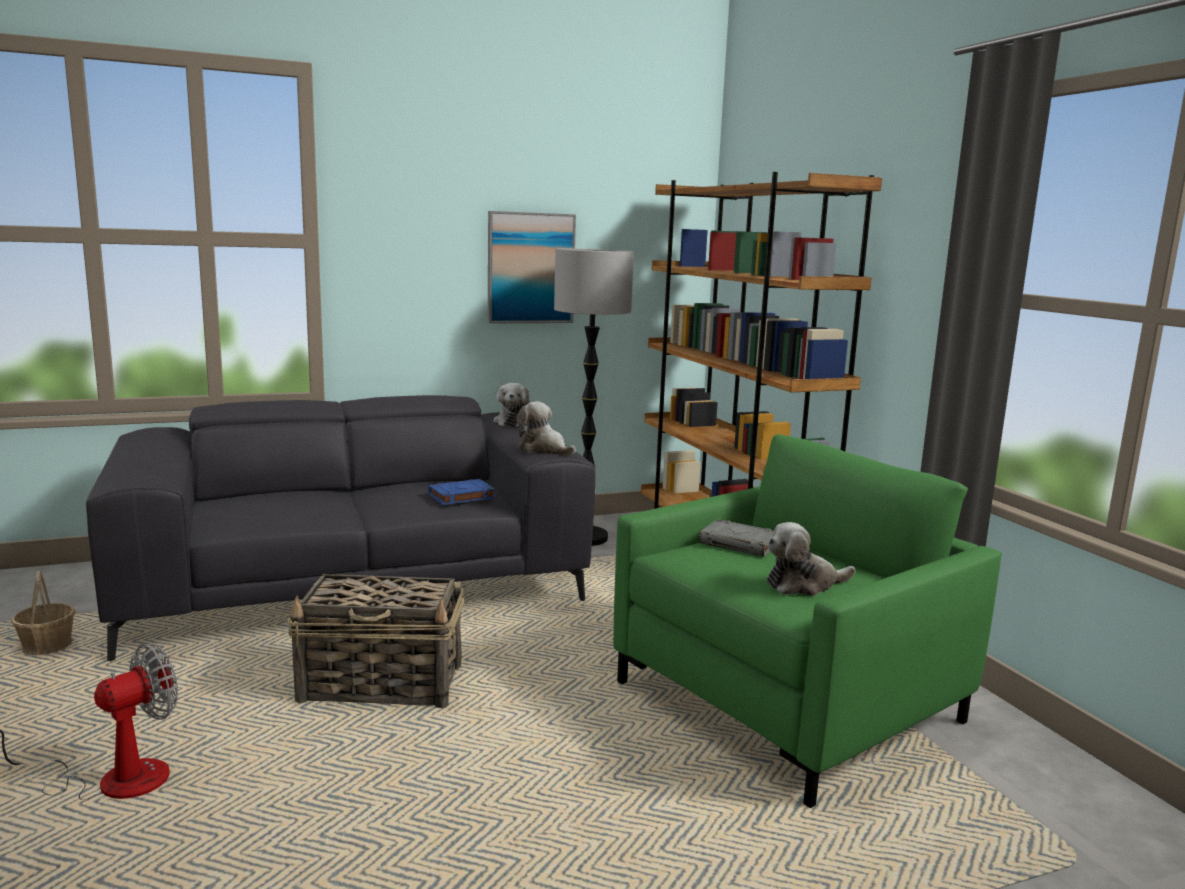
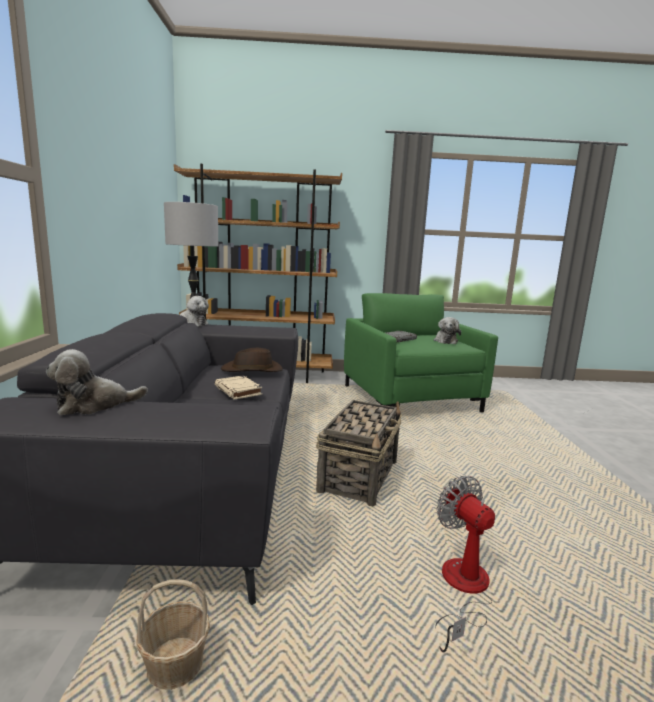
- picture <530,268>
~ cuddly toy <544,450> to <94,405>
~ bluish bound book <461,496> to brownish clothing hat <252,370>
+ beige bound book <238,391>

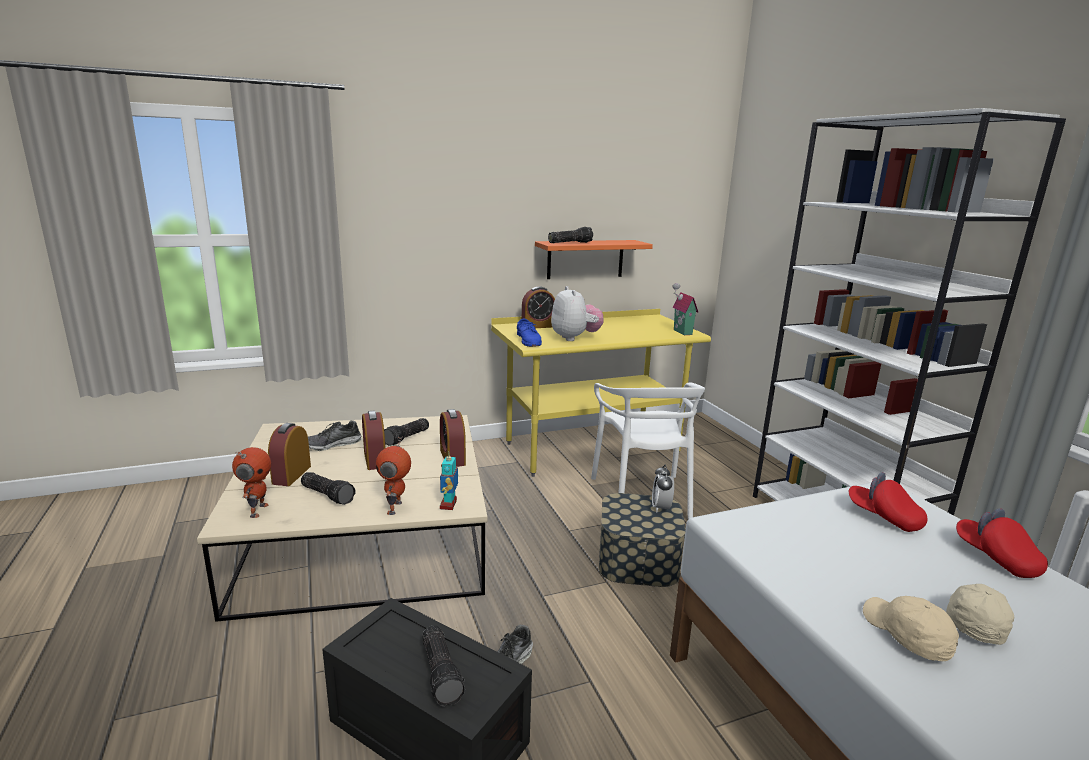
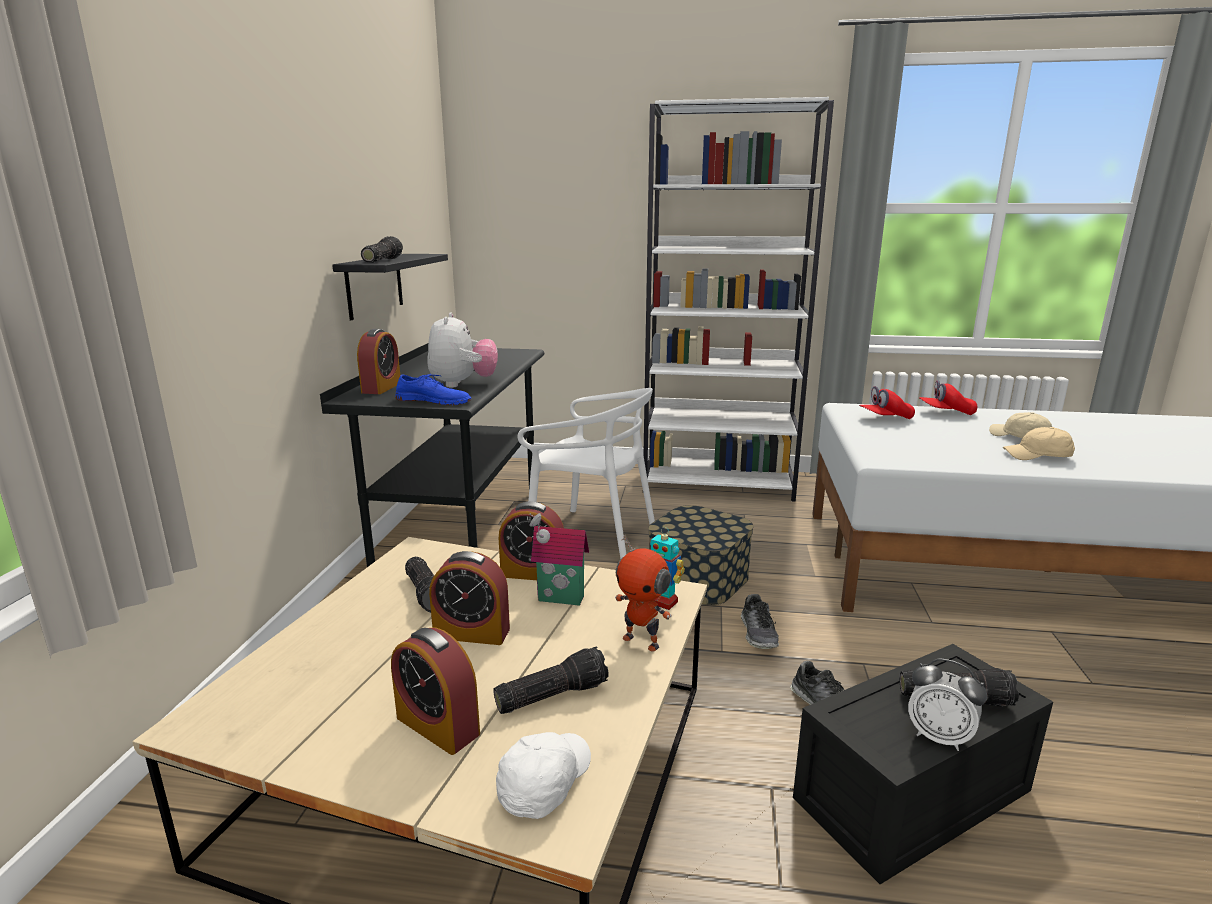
~ orange-coloured bracket shelf <585,259> to black-coloured bracket shelf <374,285>
~ toy house <681,332> to <560,600>
~ cuddly toy <575,338> = <463,384> 75 degrees clockwise
~ yellow-coloured desk unit <592,448> to black-coloured desk unit <461,530>
~ low shoe <333,444> to <758,633>
~ robot figure <257,510> to whitish peaked cap <544,782>
~ table clock <661,508> to <939,736>

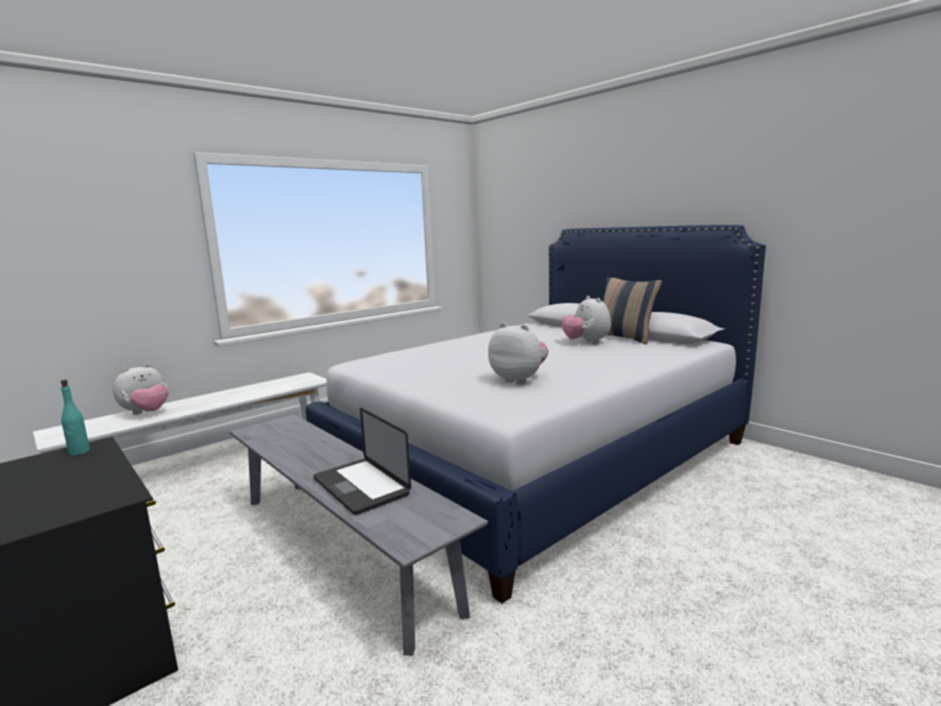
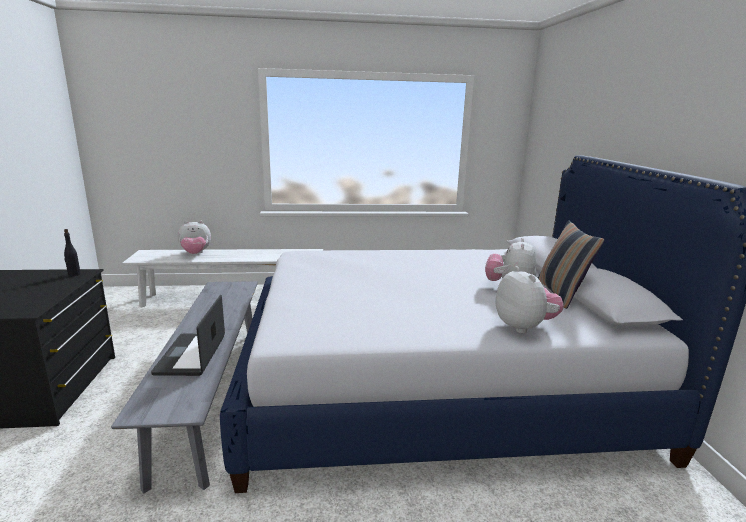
~ cuddly toy <519,380> to <524,327>
~ blue-green bottle <79,452> to black-coloured bottle <74,274>

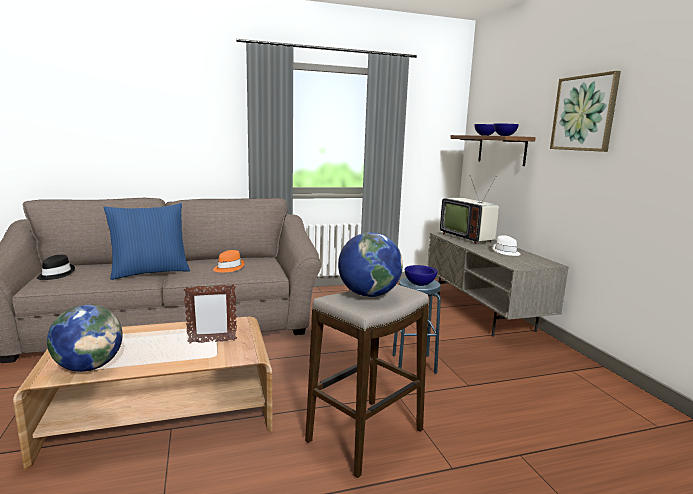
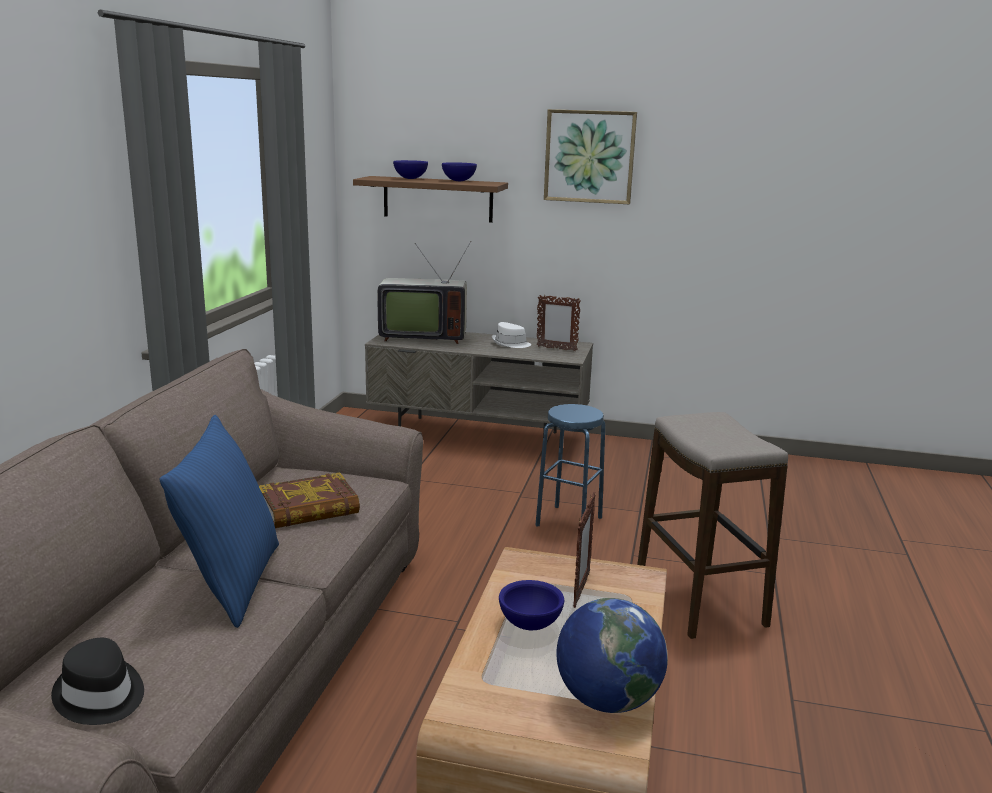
- desk globe <368,295>
~ orange-coloured clothing hat <228,268> to bound book <309,508>
~ bluish bowl <420,284> to <529,623>
+ standing frame <556,349>

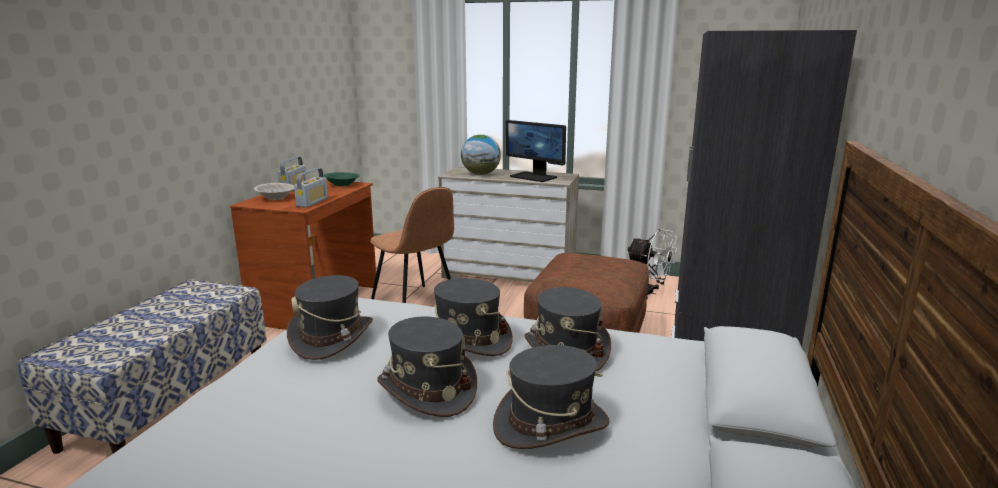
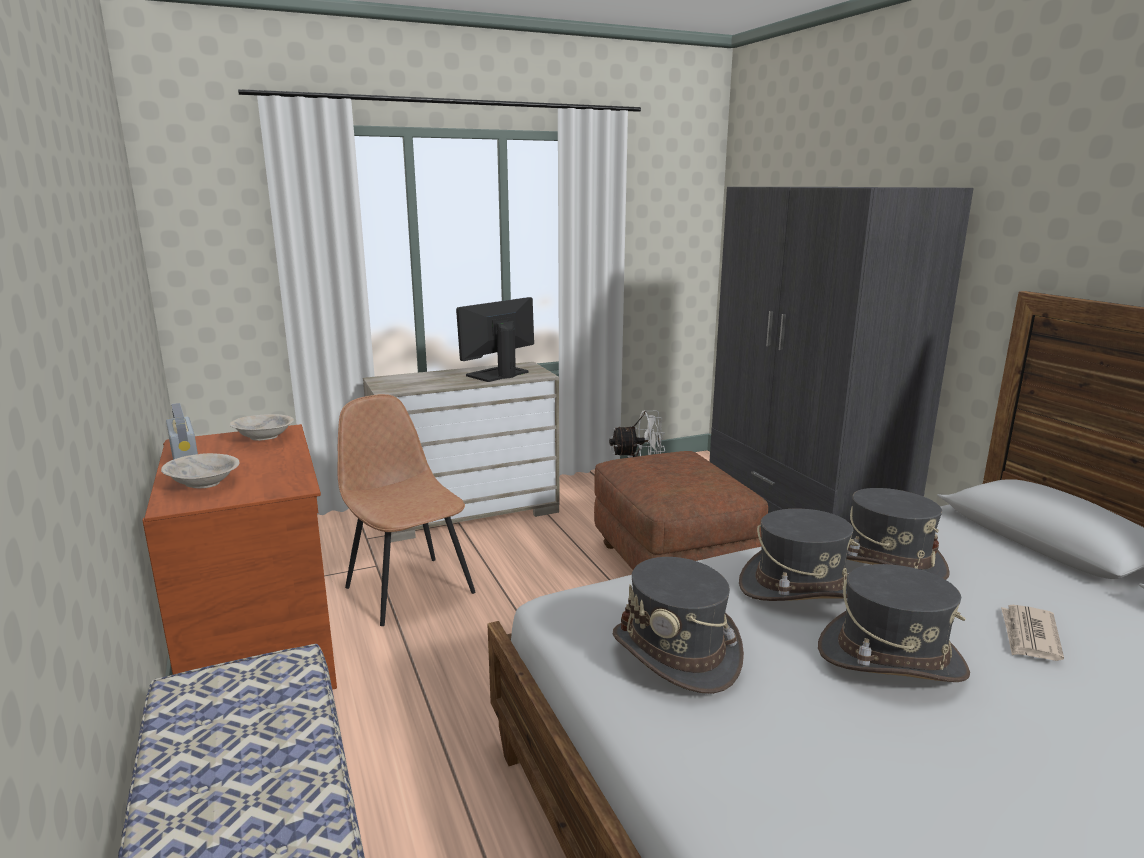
~ computer screen <534,177> = <498,374> 135 degrees clockwise
- desk globe <481,174>
- radio <312,202>
~ green-coloured bowl <342,185> to beige bowl <263,438>
~ brownish chair <415,303> = <408,588> 135 degrees counterclockwise
~ gray clothing hat <551,425> to newspaper <1029,636>

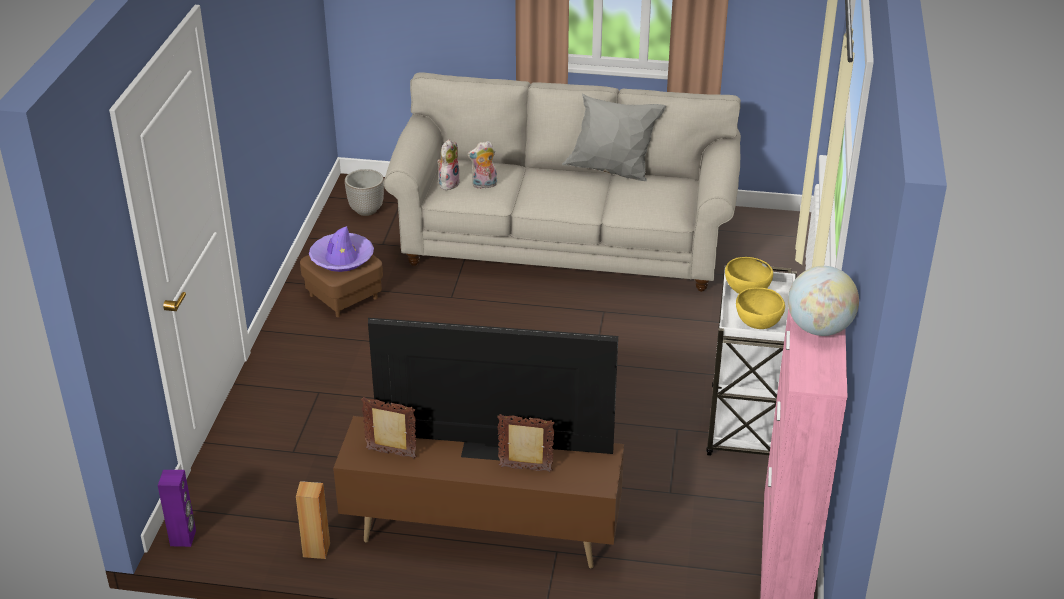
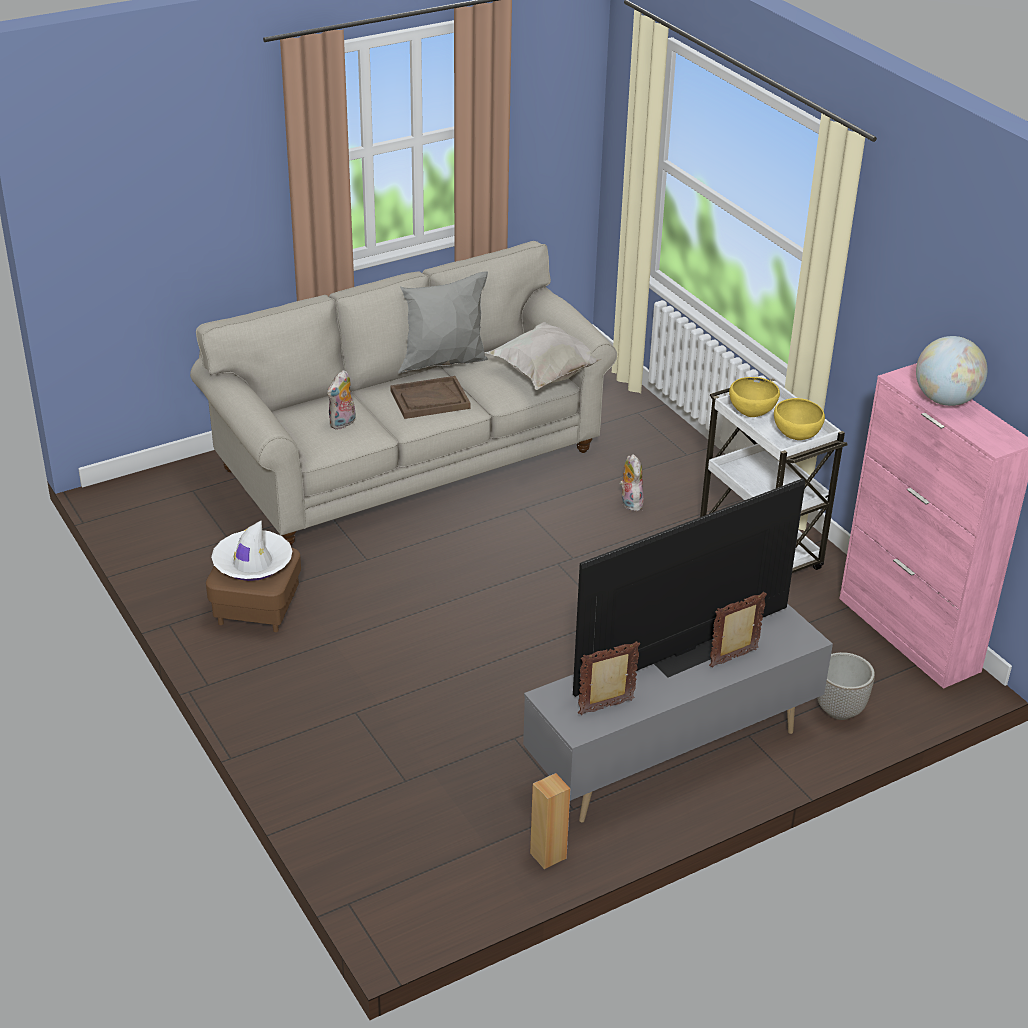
~ cuddly toy <448,183> to <629,502>
~ plant pot <367,210> to <839,709>
~ purple-coloured clothing hat <342,258> to whitish clothing hat <252,563>
~ brownish tv stand <481,534> to gray tv stand <671,757>
- purple-coloured loudspeaker <183,538>
+ whitish pillow <545,375>
+ brownish carrying tray <430,400>

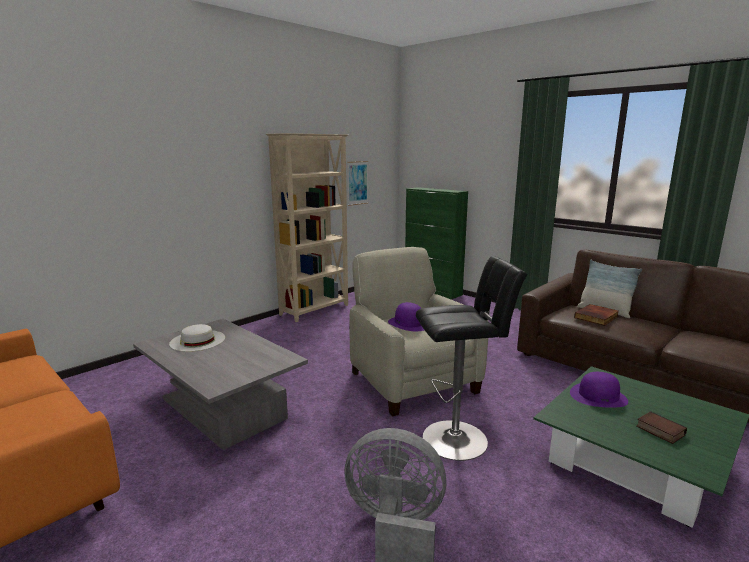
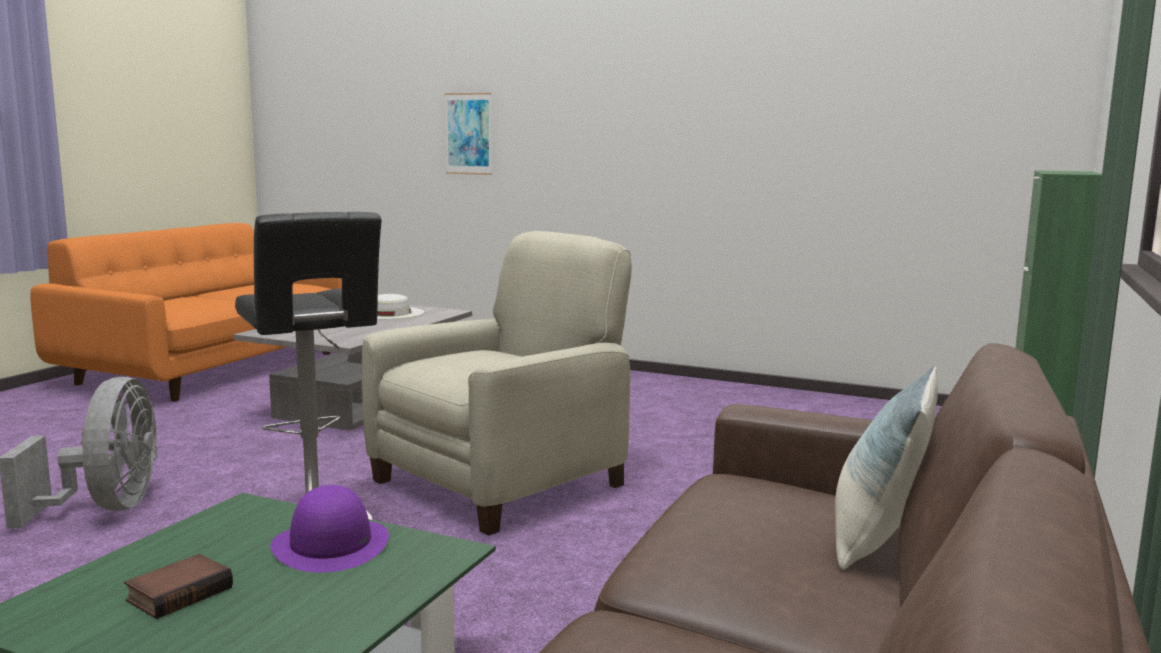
- beige bookshelf <315,310>
~ picture <357,183> to <468,133>
- purple-coloured clothing hat <409,323>
- bound book <597,317>

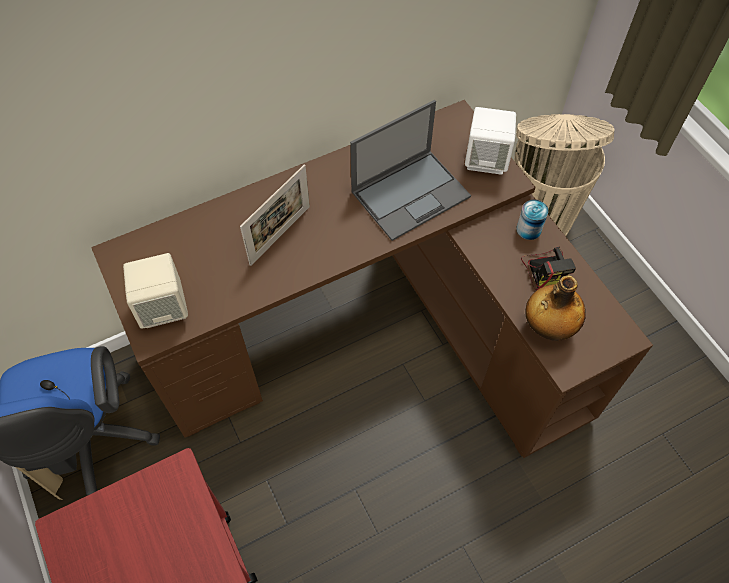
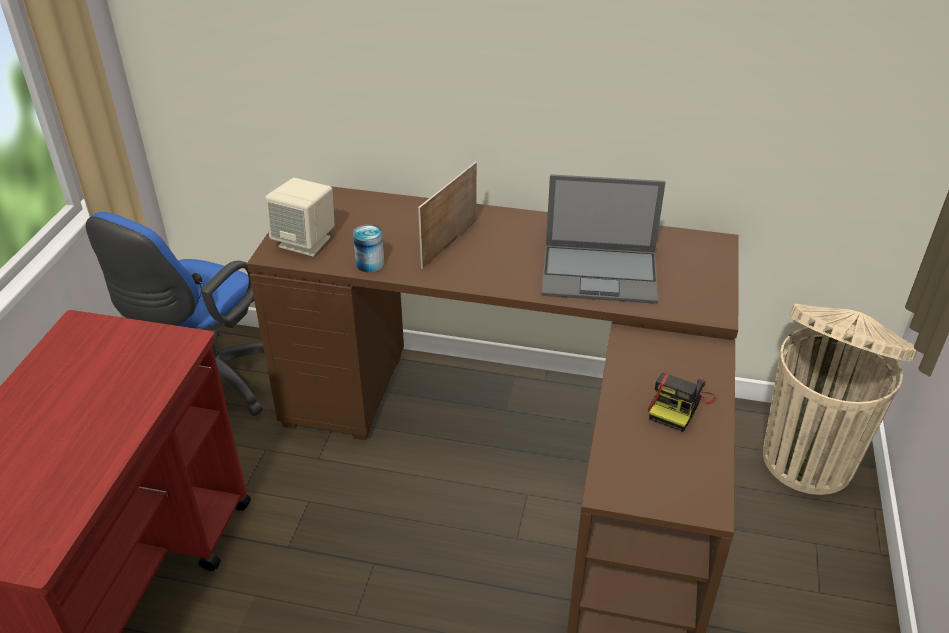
- whitish loudspeaker <486,160>
~ standing frame <280,235> = <449,244> 135 degrees clockwise
~ sealed can <528,229> to <370,264>
- bottle <547,327>

